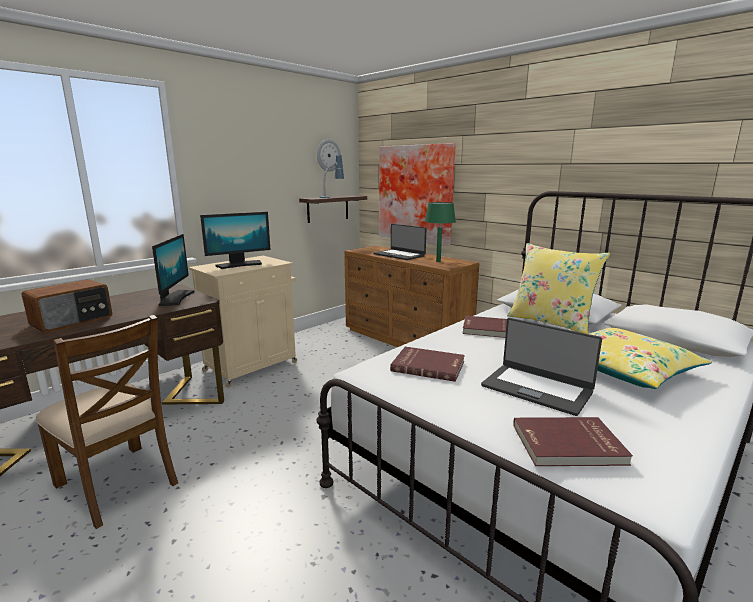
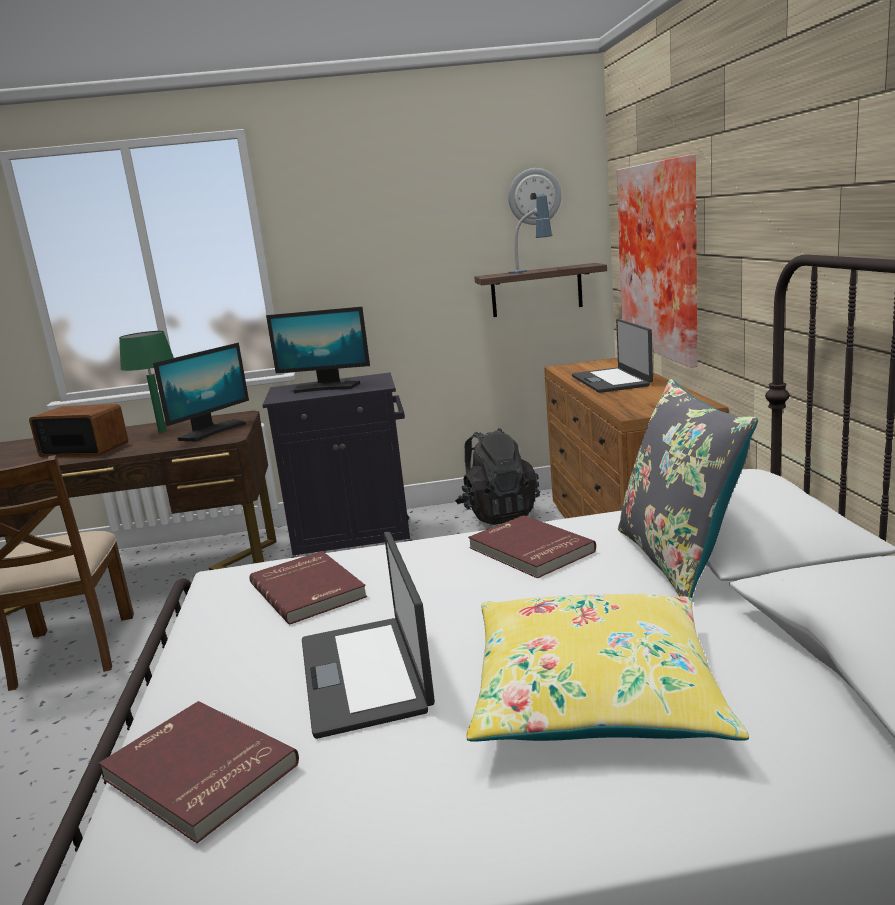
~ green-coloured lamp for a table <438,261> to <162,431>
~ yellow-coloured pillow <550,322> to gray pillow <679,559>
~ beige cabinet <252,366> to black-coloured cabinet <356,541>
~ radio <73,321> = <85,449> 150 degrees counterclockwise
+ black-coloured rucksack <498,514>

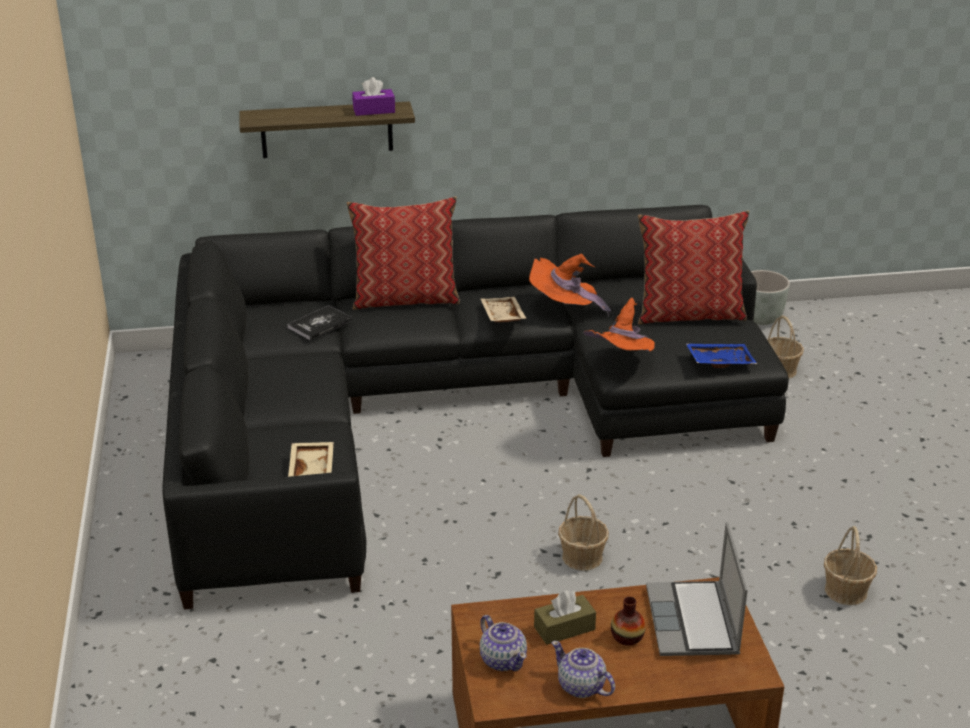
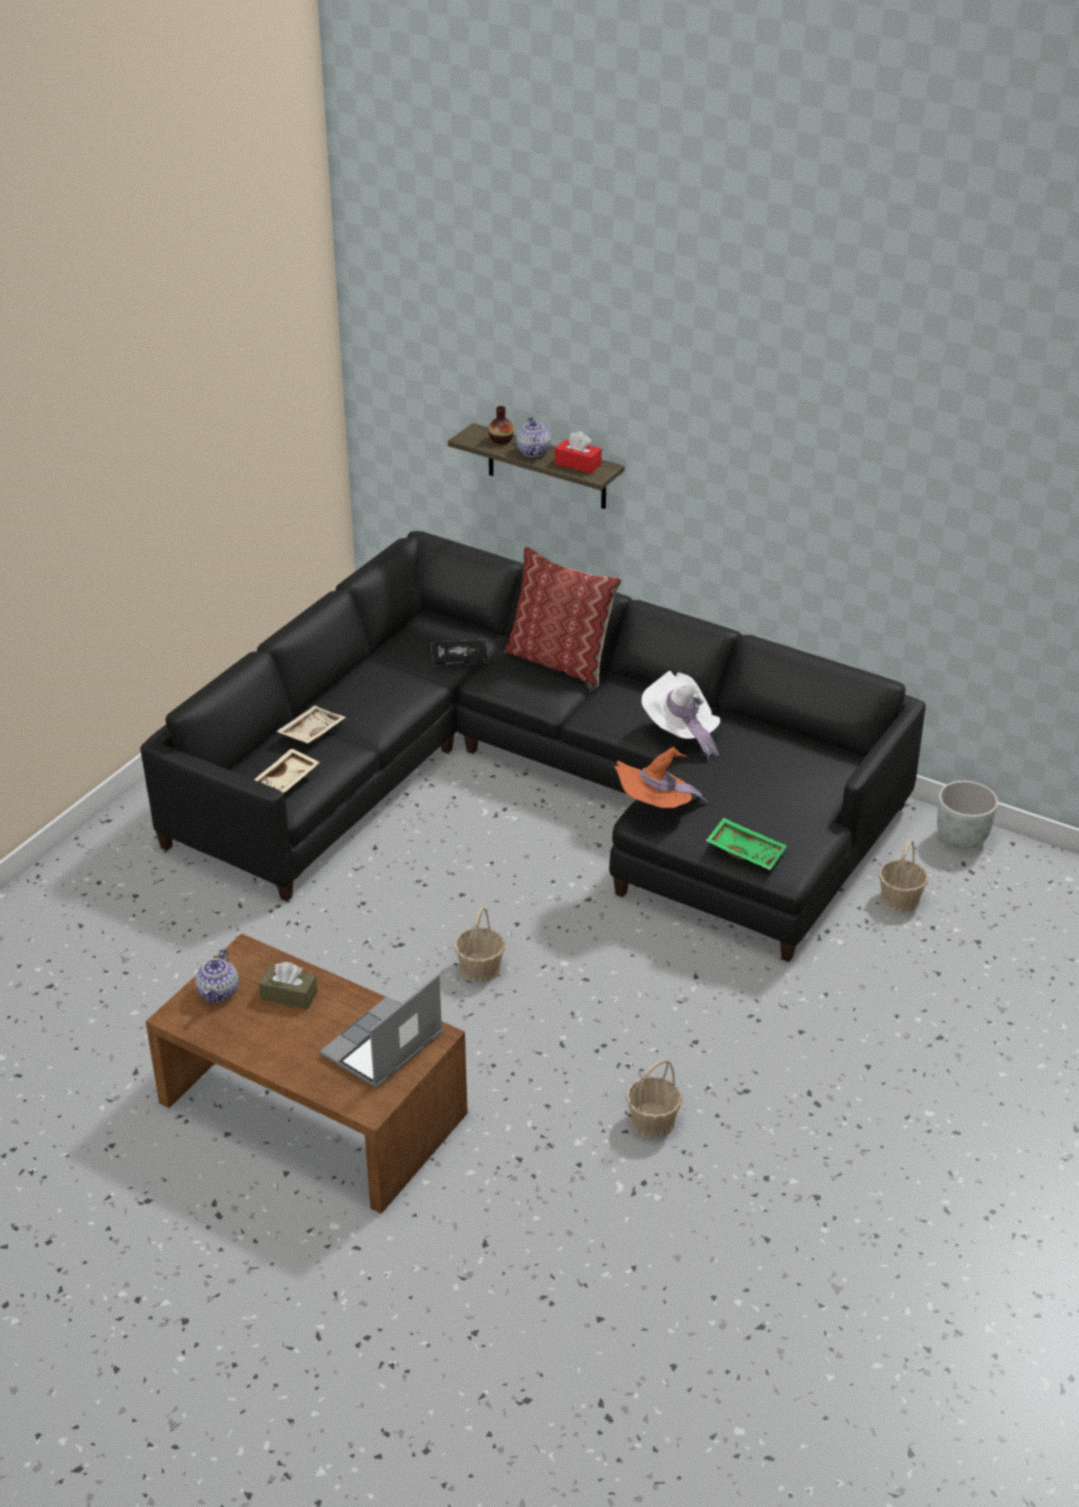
~ purple-coloured box of tissues <374,110> to reddish box of tissues <578,464>
- pillow <689,314>
~ orange-coloured clothing hat <564,308> to whitish clothing hat <681,733>
~ beige carrying tray <501,316> to <310,732>
~ bluish carrying tray <719,361> to green-coloured carrying tray <746,851>
~ flower vase <627,637> to <501,440>
~ tea pot <581,687> to <533,452>

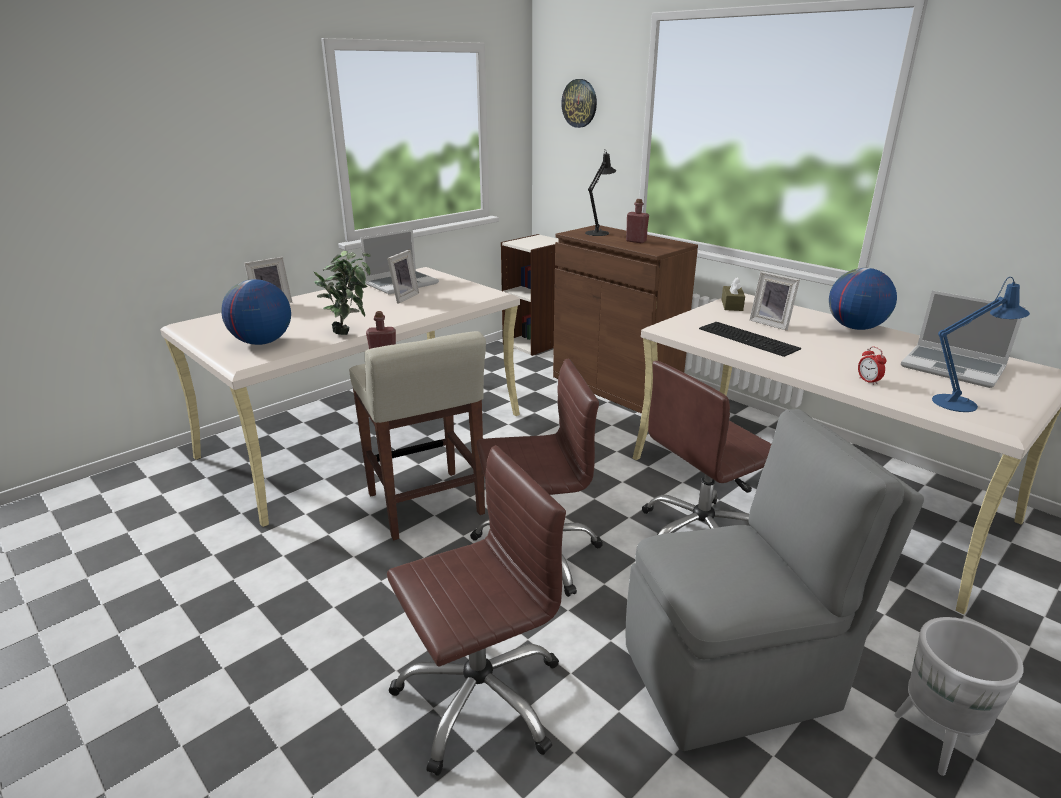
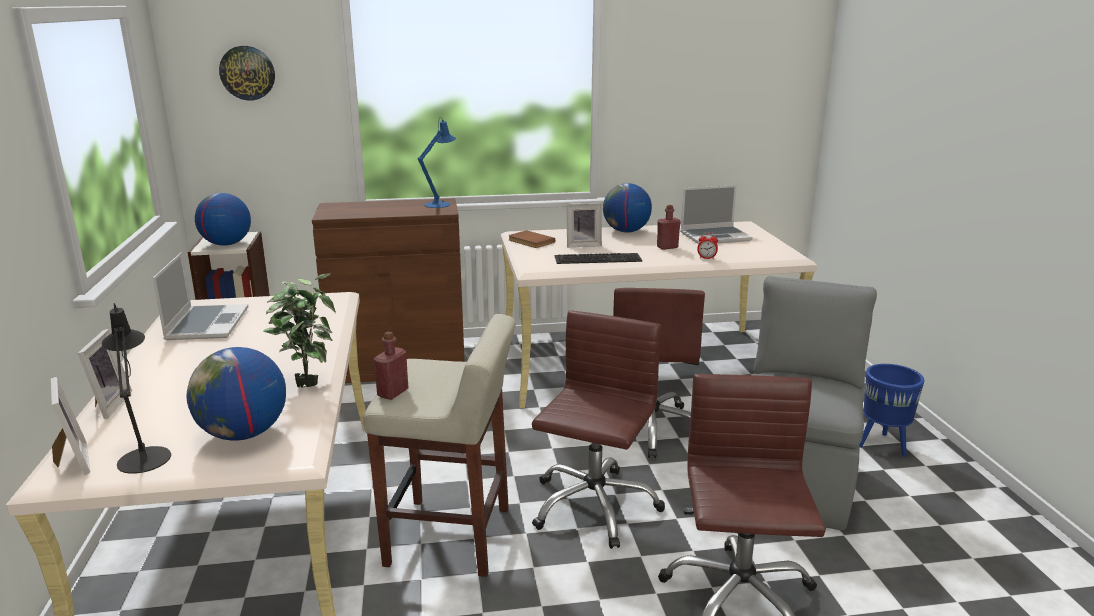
~ black-coloured lamp for a table <598,232> to <144,456>
~ reddish bottle <636,241> to <667,247>
~ standing frame <402,297> to <71,462>
~ brownish box of tissues <732,305> to brownish bound book <530,241>
~ bluish lamp for a table <960,403> to <440,204>
~ whitish plant pot <936,741> to bluish plant pot <883,446>
+ desk globe <226,244>

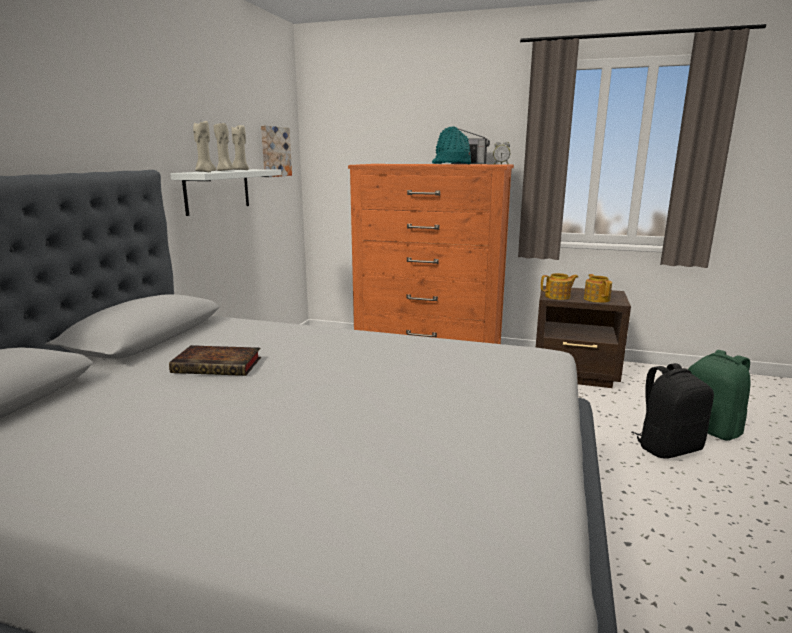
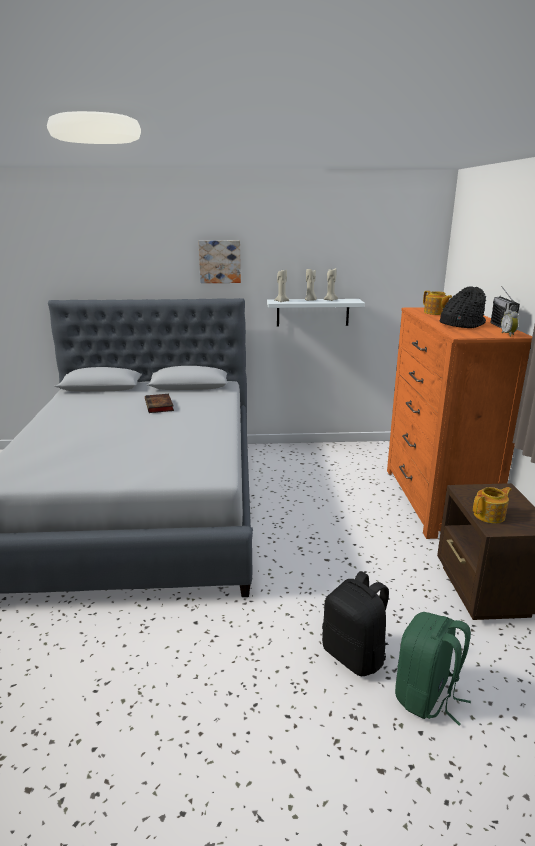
~ picture <274,151> to <220,261>
~ blue-green clothing hat <451,164> to black-coloured clothing hat <461,324>
~ tea pot <558,296> to <435,313>

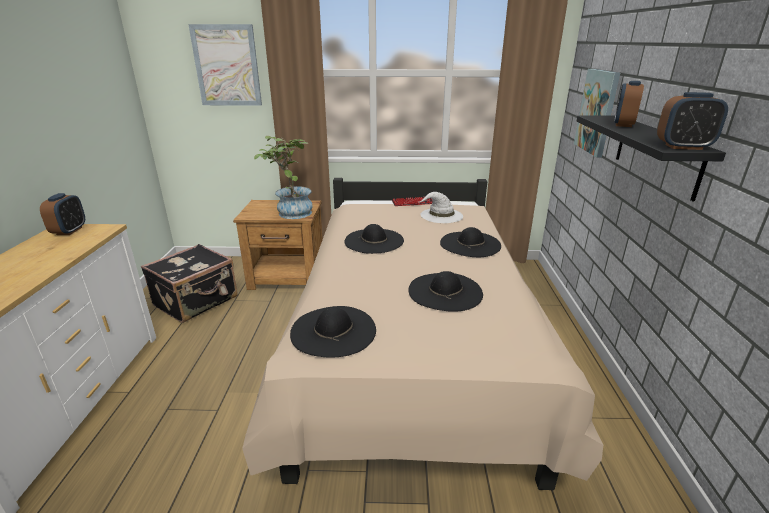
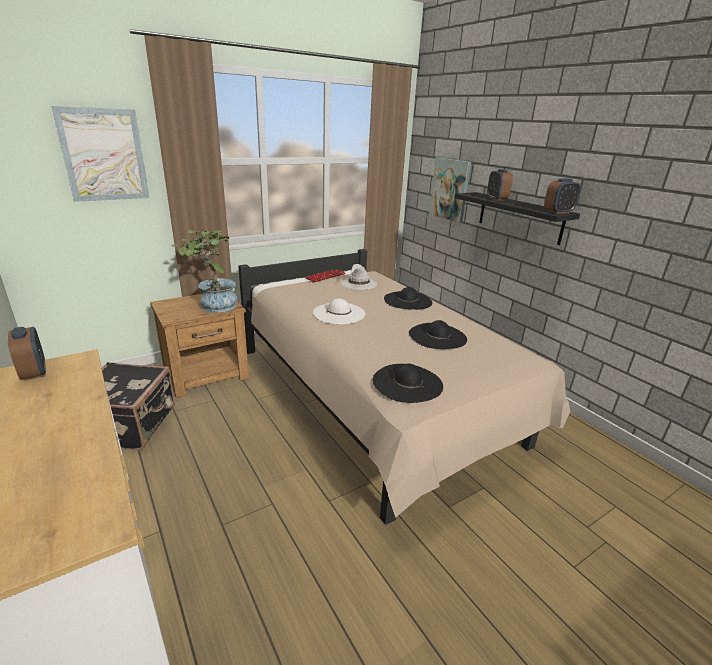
~ black-coloured clothing hat <374,241> to whitish clothing hat <339,313>

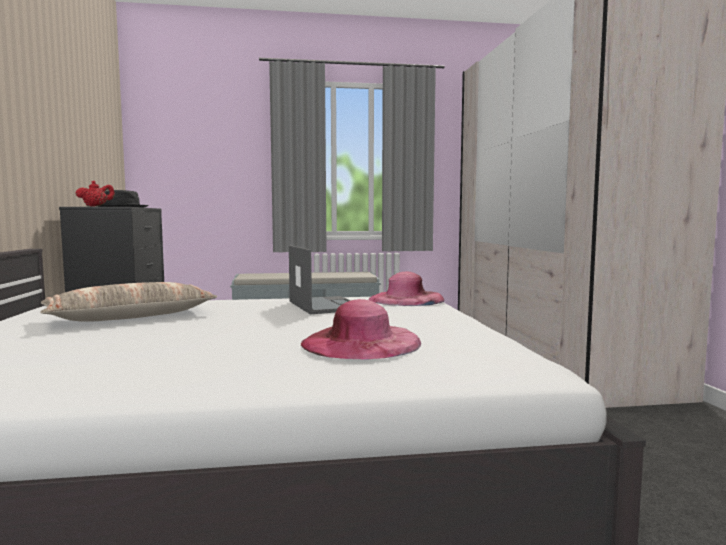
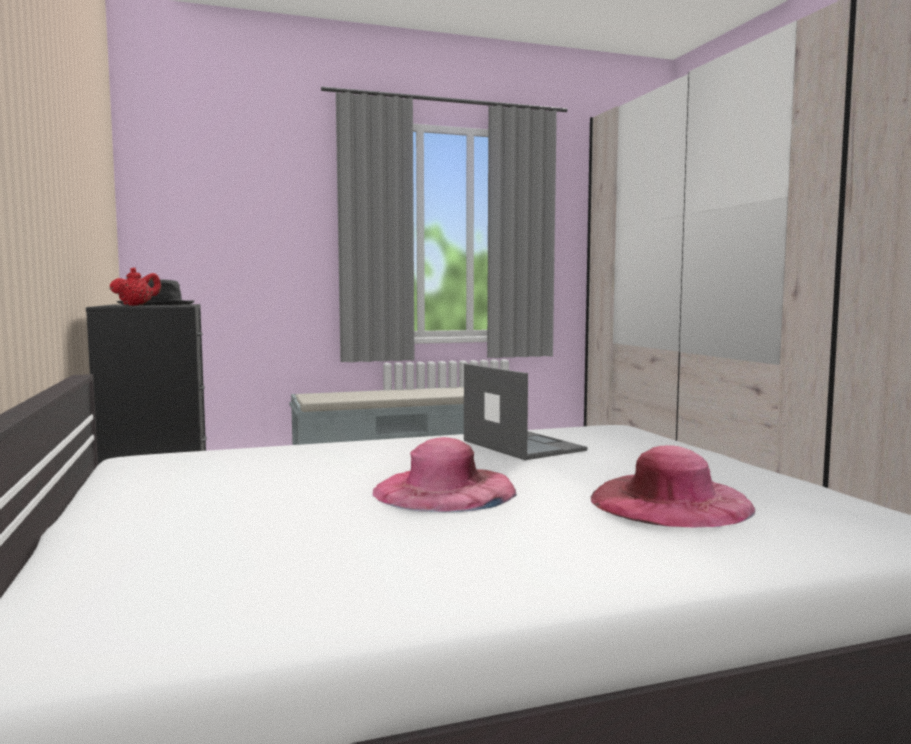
~ pink-coloured clothing hat <406,299> to <444,490>
- pillow <131,316>

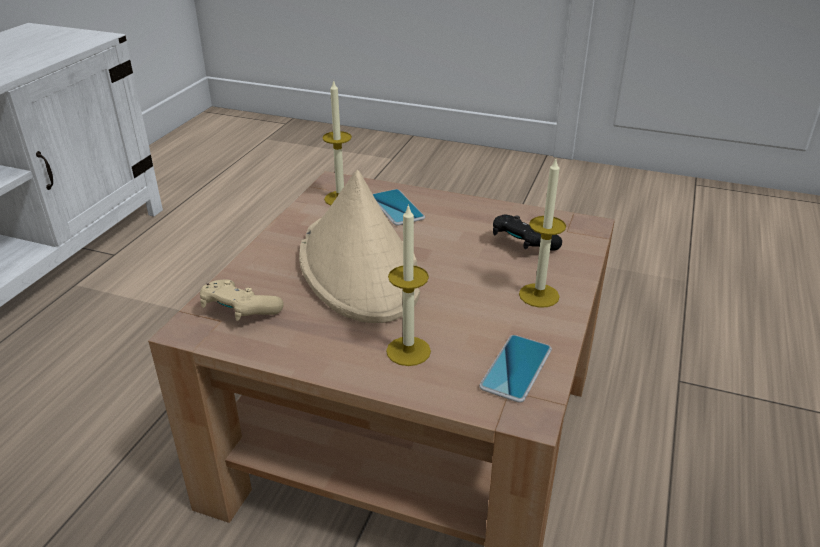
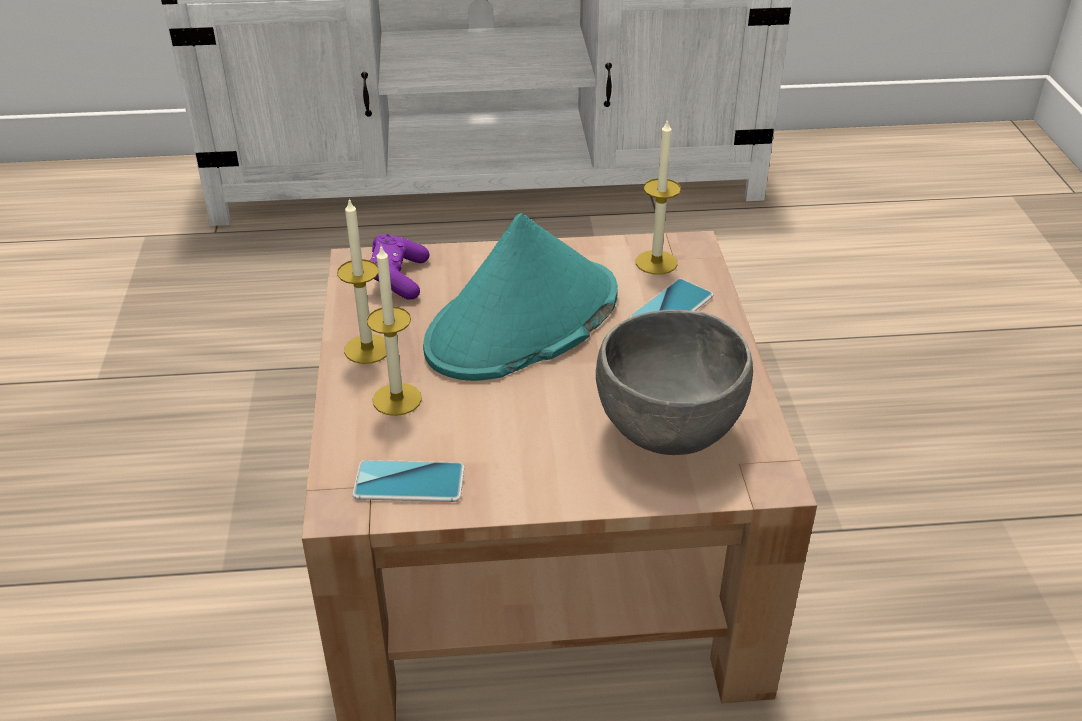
~ candle <539,295> to <367,349>
~ beige clothing hat <359,268> to blue-green clothing hat <522,322>
~ black-coloured joypad <522,245> to gray bowl <667,430>
~ beige joypad <240,312> to purple-coloured joypad <397,278>

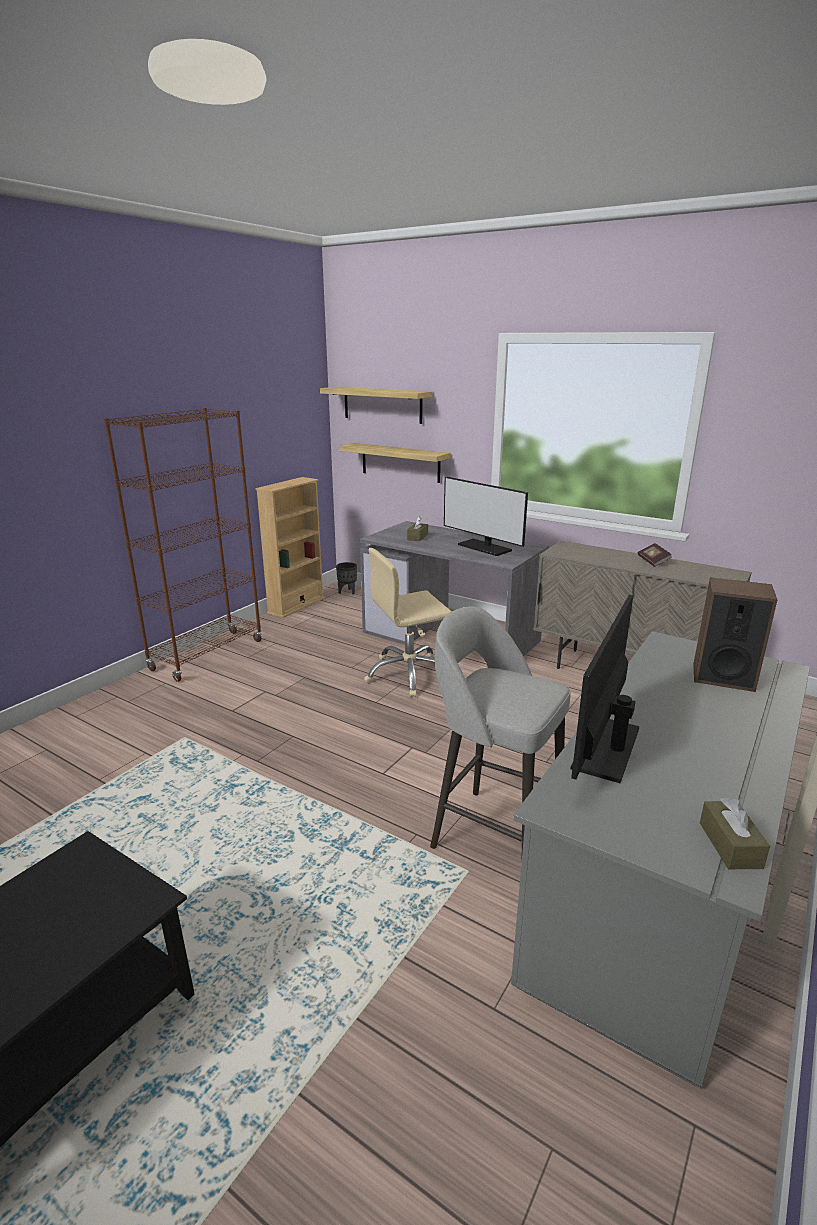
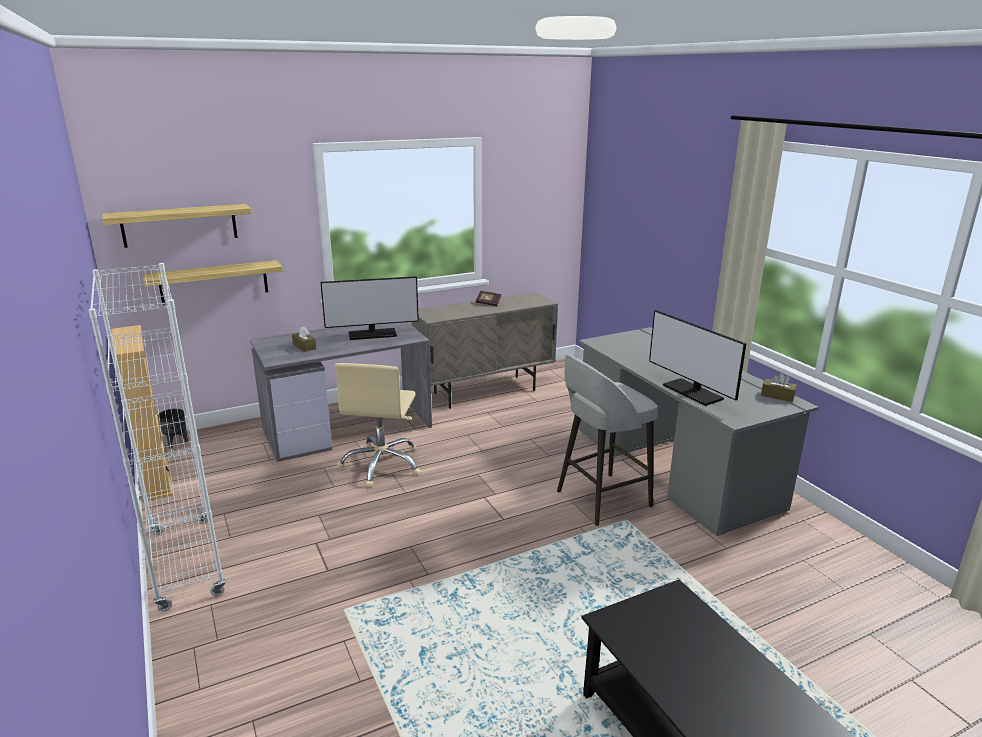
~ brownish bookshelf <207,655> to whitish bookshelf <186,562>
- loudspeaker <722,677>

